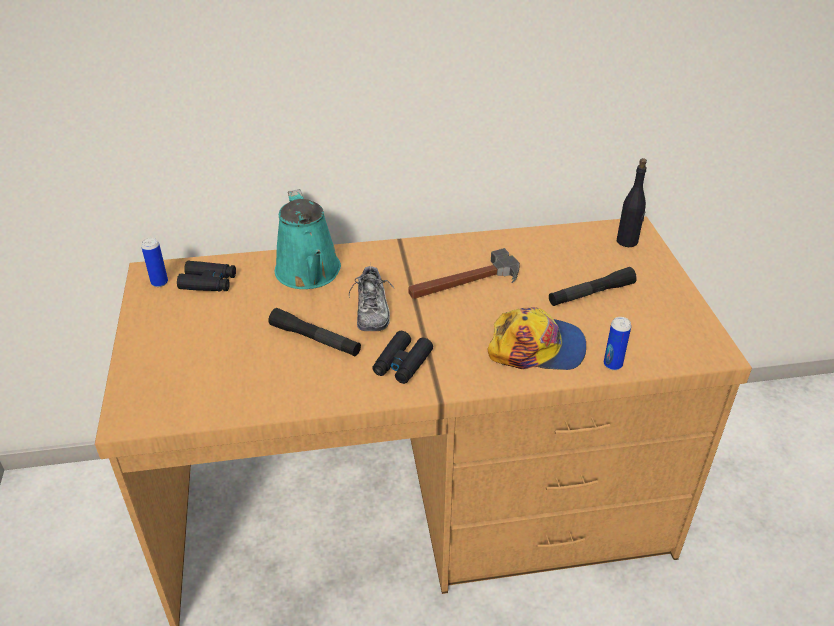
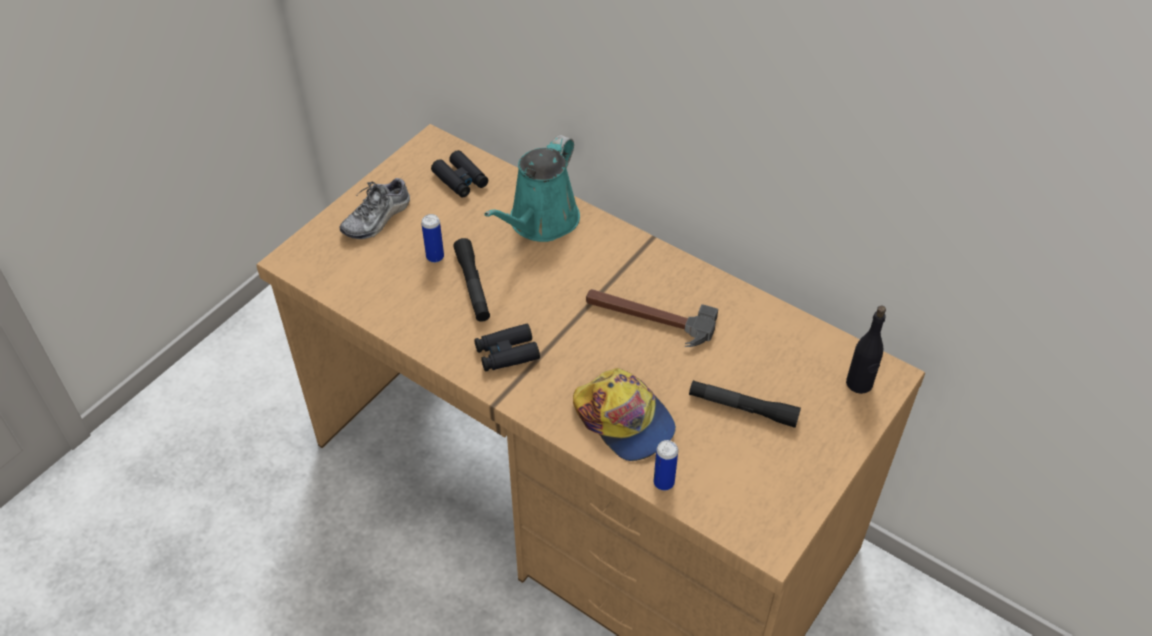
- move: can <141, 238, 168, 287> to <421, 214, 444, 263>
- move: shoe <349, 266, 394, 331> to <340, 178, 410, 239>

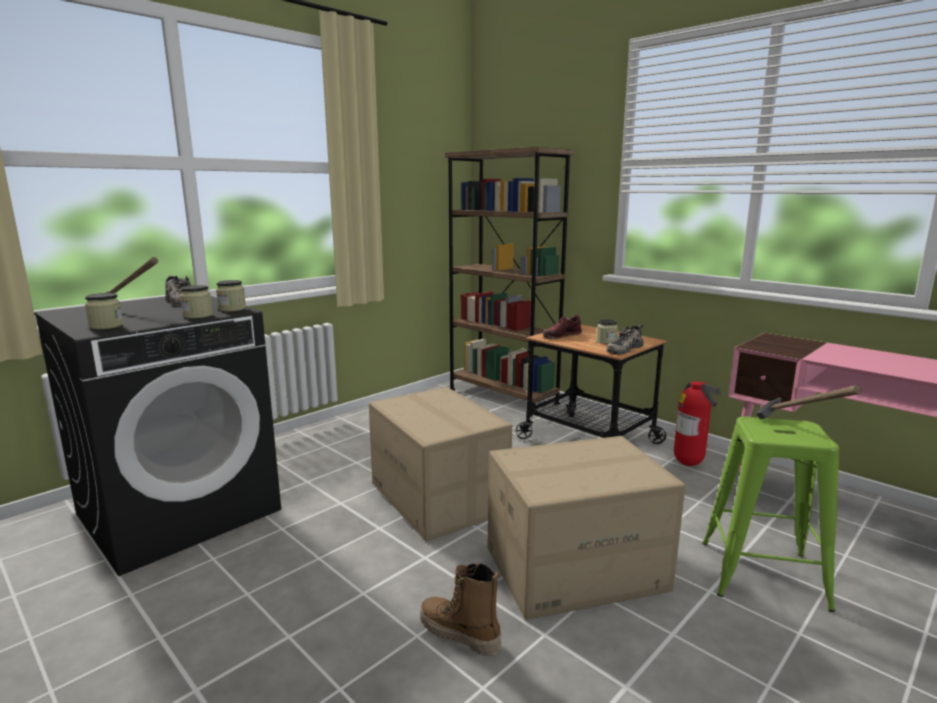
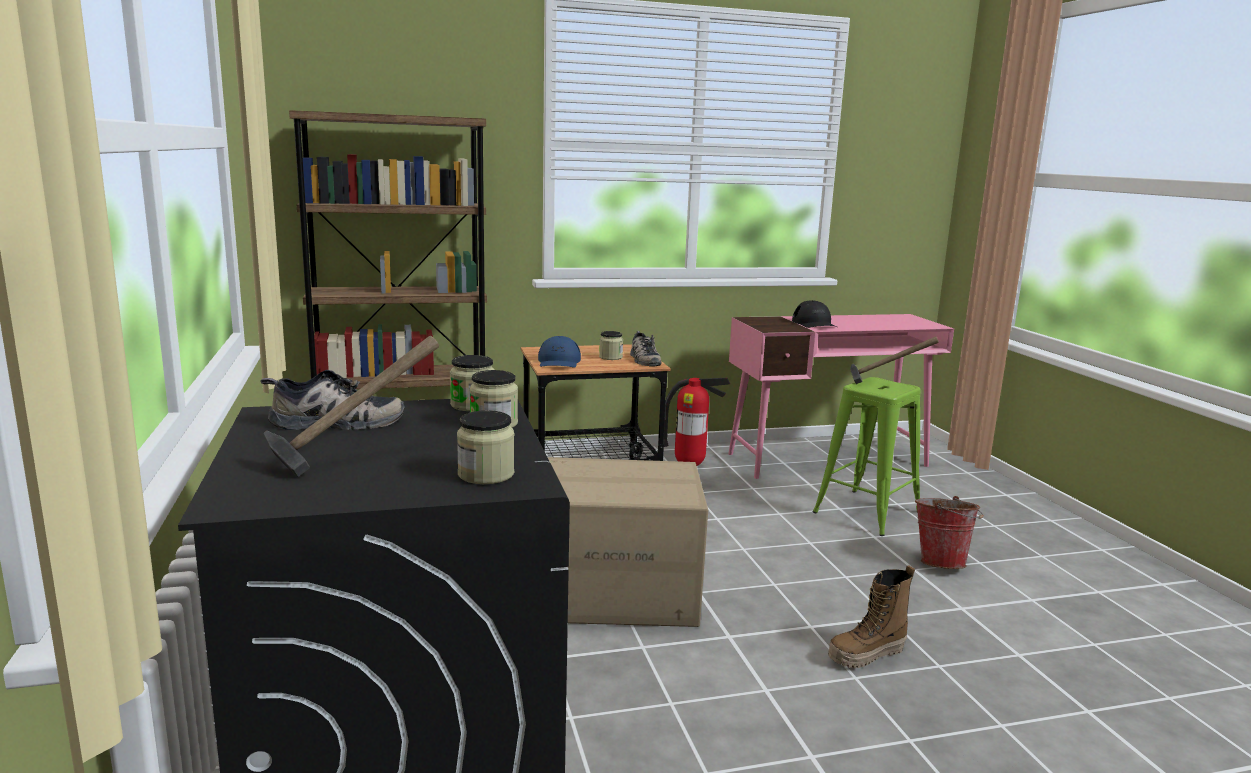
- delete: cardboard box <488, 436, 686, 620>
- insert: black cap <792, 300, 837, 328>
- insert: bucket <915, 496, 984, 569>
- replace: shoe <543, 314, 582, 339> to blue cap <538, 336, 581, 368>

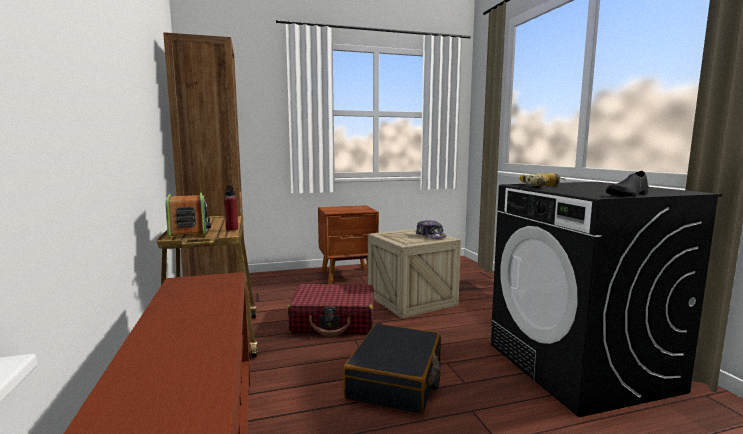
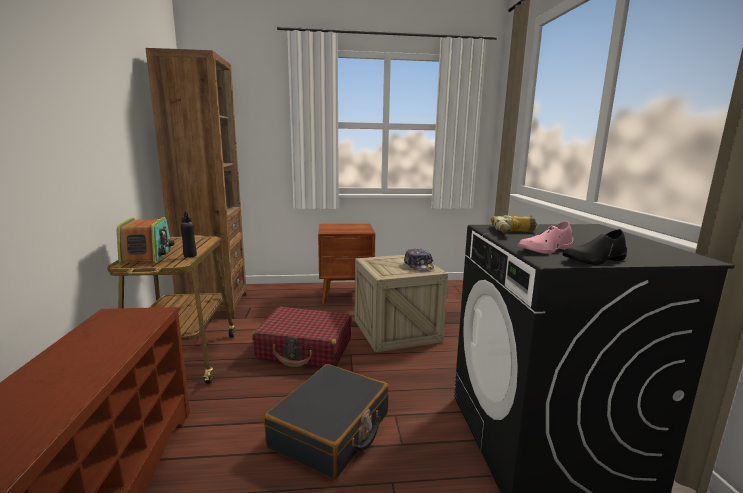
- insert: pink shoe <518, 221, 573, 254>
- recolor: red bottle <224, 185, 238, 231> to black bottle <180, 211, 197, 258>

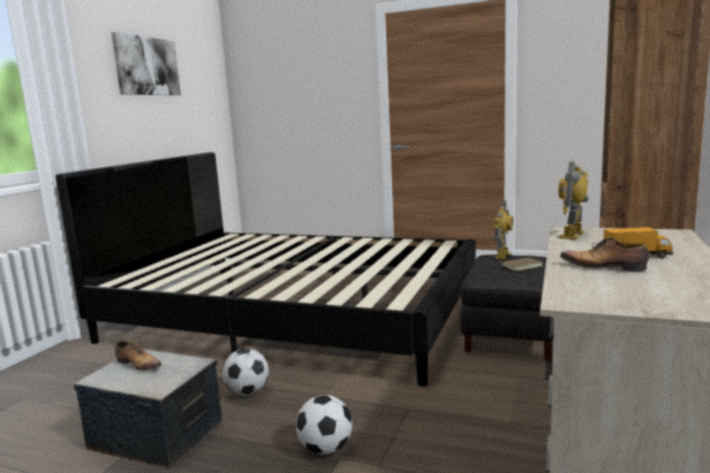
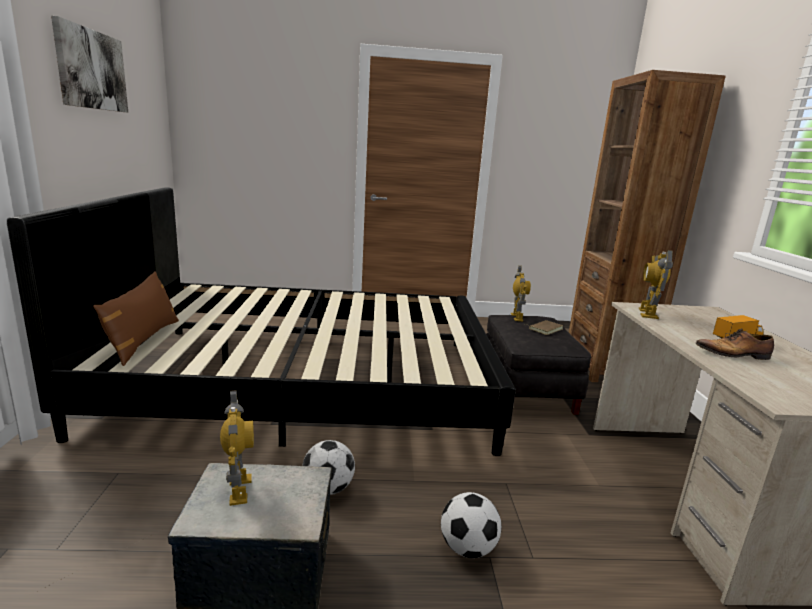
- insert: brown pillow <93, 271, 179, 366>
- replace: shoe <115, 341, 162, 371> to toy robot <220, 390, 254, 506>

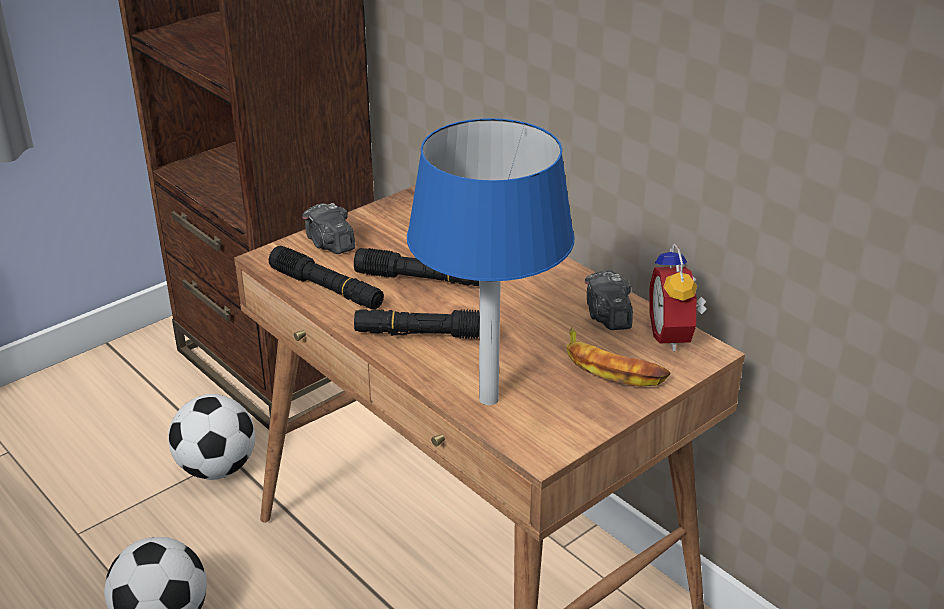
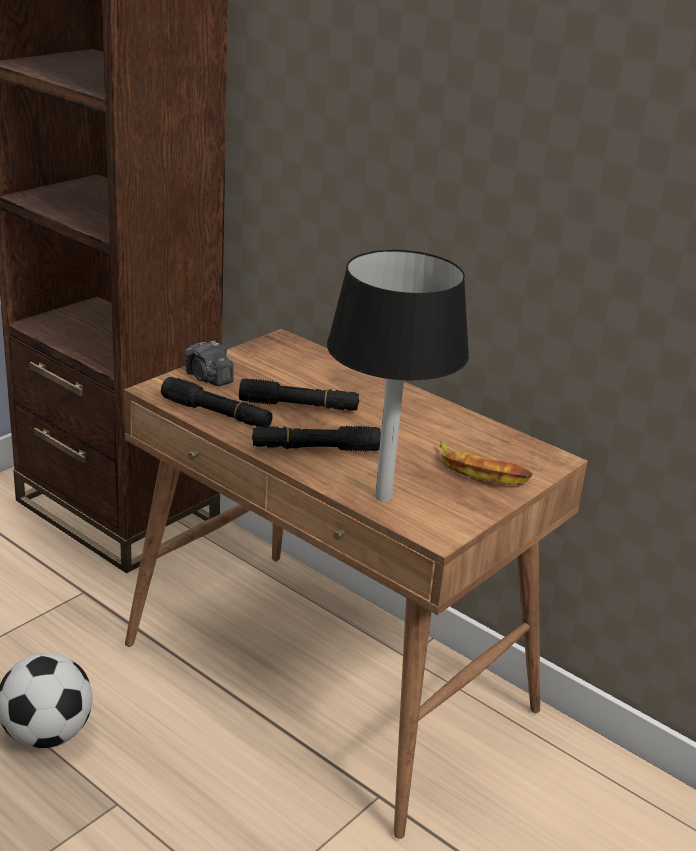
- delete: football <168, 394, 255, 480>
- delete: photo camera <585, 270, 633, 330>
- delete: alarm clock <649, 243, 707, 351>
- recolor: blue table lamp <407, 118, 575, 405> to black table lamp <327, 250, 469, 502>

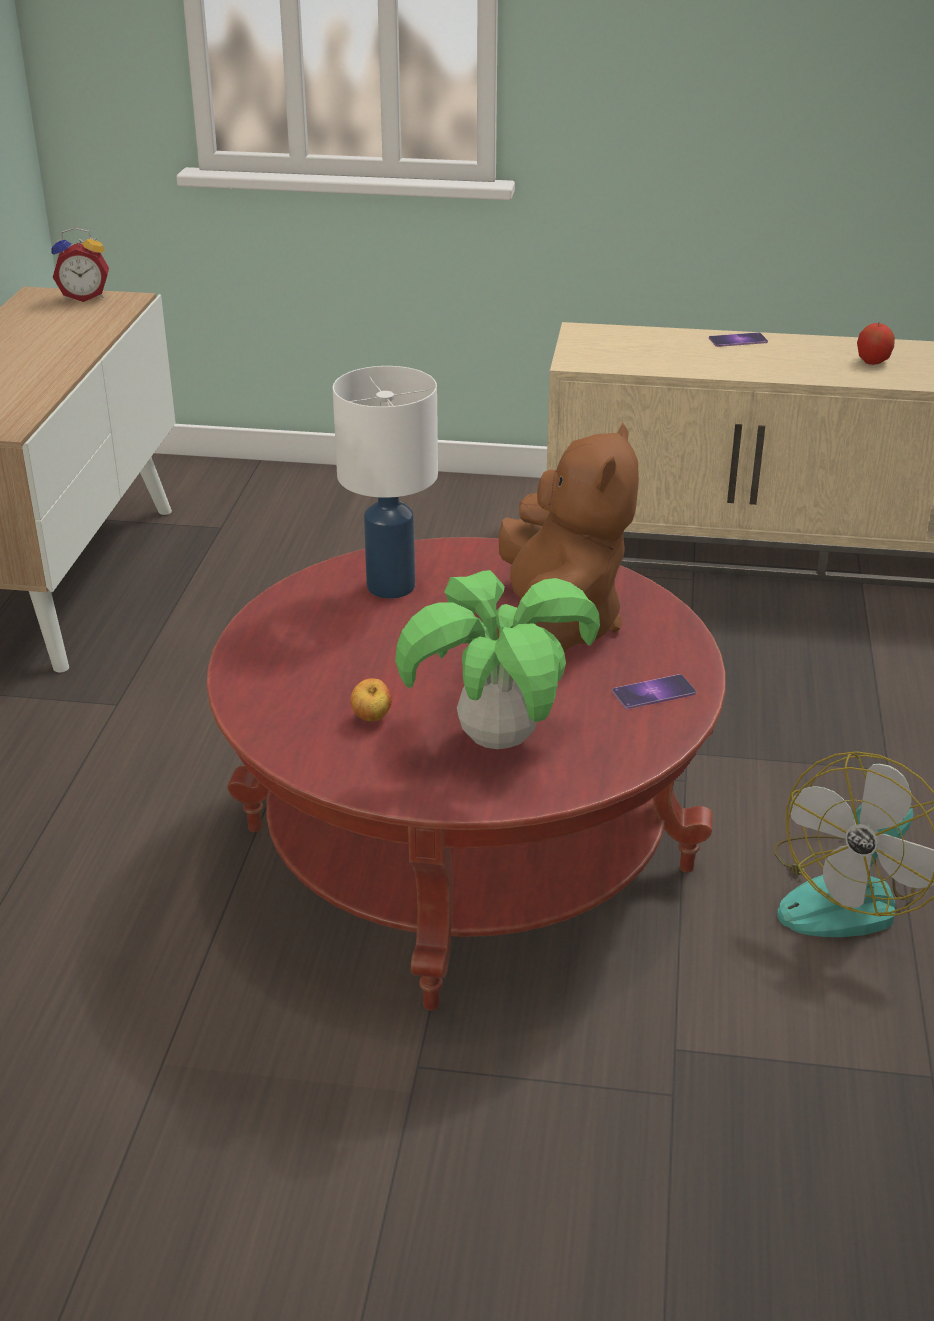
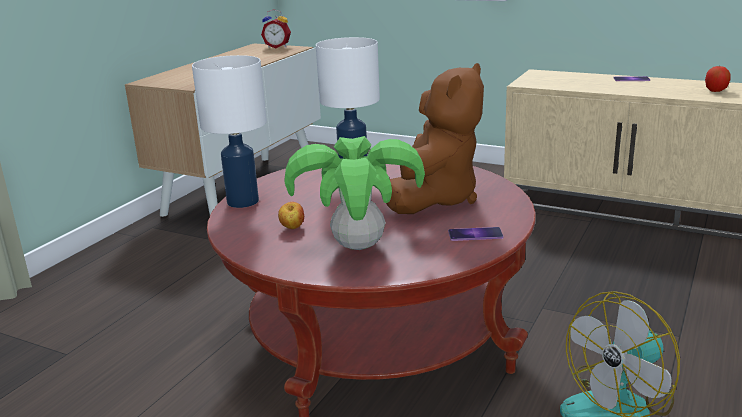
- insert: white table lamp <192, 55, 267, 208>

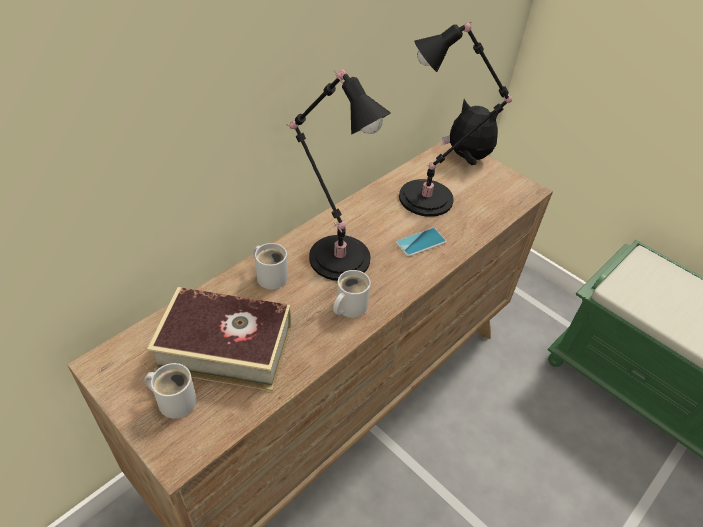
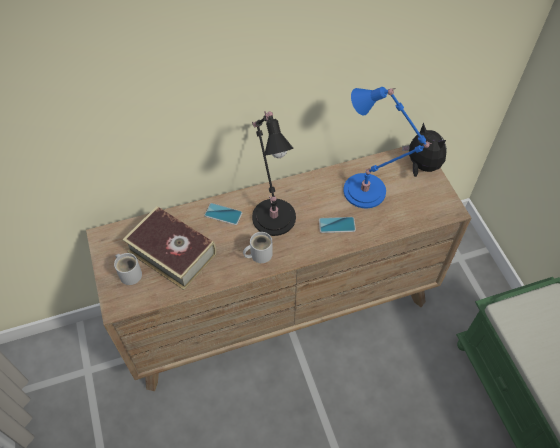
- replace: white mug <253, 243, 288, 289> to phone <204, 203, 242, 225>
- recolor: black table lamp <399, 22, 512, 217> to blue table lamp <343, 87, 431, 208>

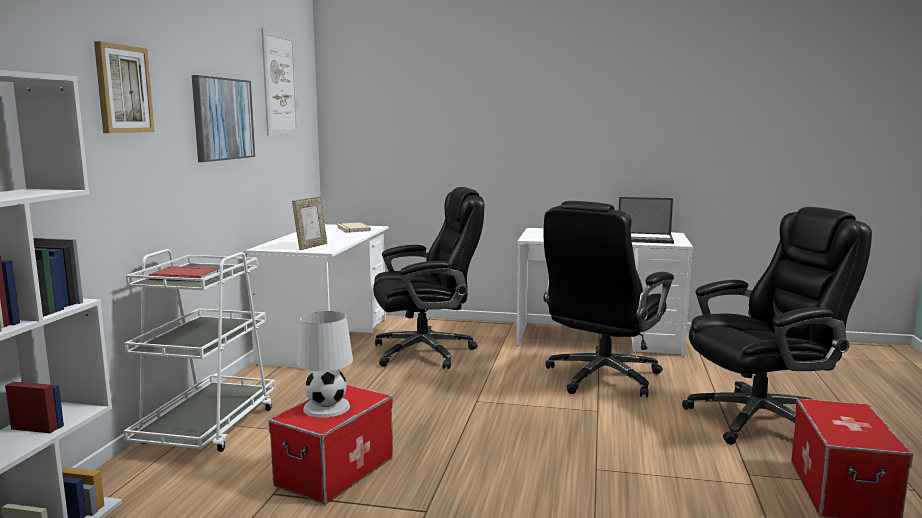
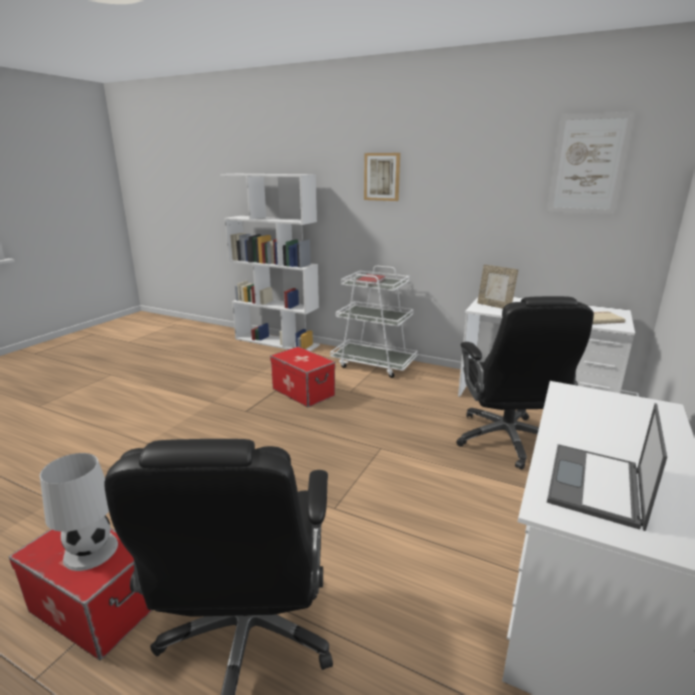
- delete: picture <192, 75, 255, 162>
- delete: black office chair <543, 201, 674, 397>
- move: white table lamp <297, 311, 353, 418> to <40, 453, 118, 571>

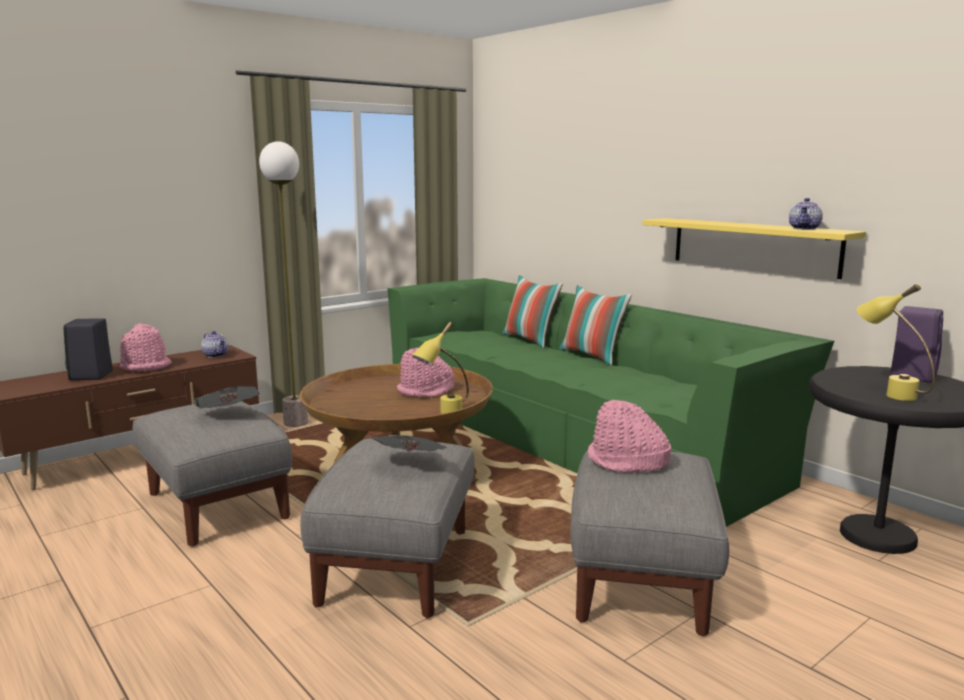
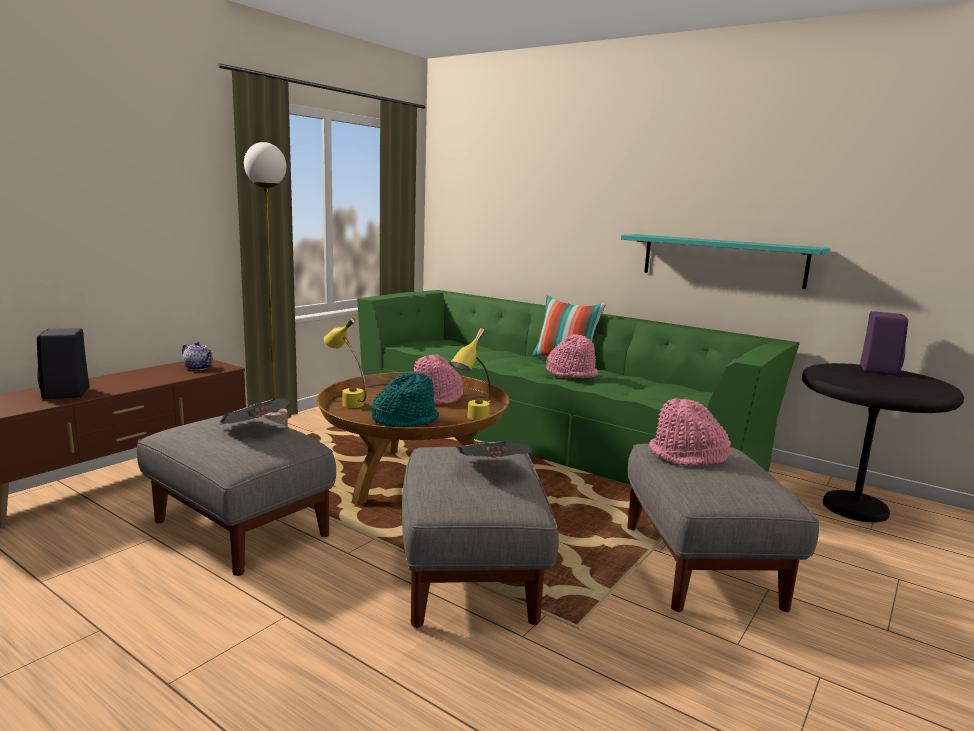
- delete: pillow <502, 275, 563, 348>
- delete: teapot <789, 198, 823, 230>
- insert: turquoise hat <371, 372, 439, 428>
- move: pink hat <120, 323, 172, 371> to <546, 334, 598, 378>
- move: yellow table lamp <857, 284, 935, 401> to <324, 318, 366, 408>
- recolor: yellow shelf <642, 218, 866, 279> to turquoise shelf <621, 234, 830, 289>

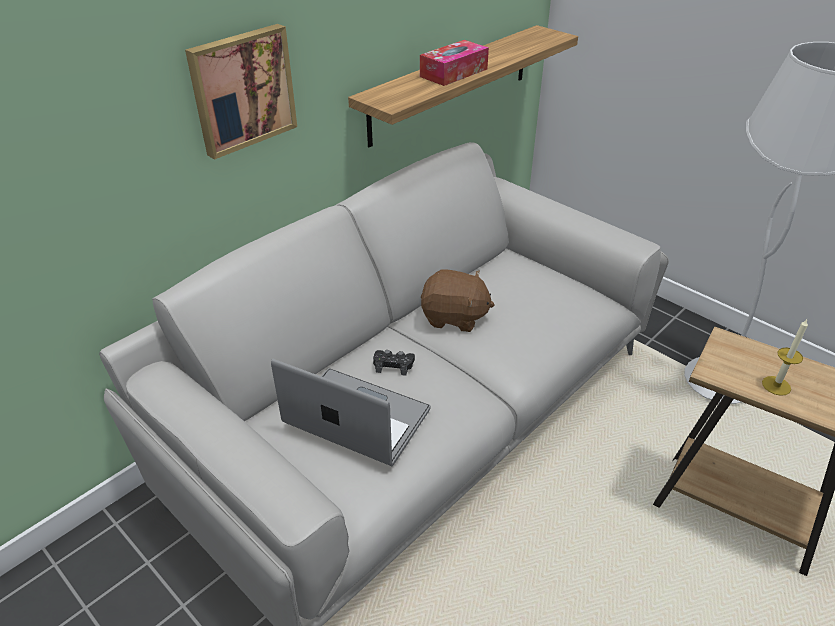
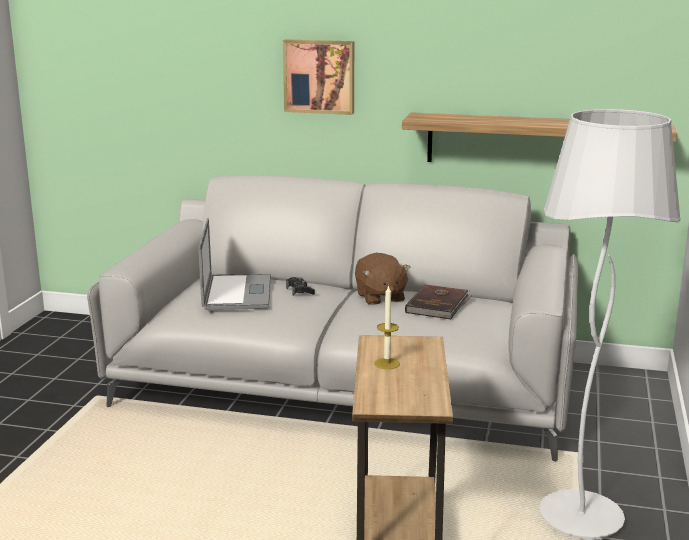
- delete: tissue box <420, 40, 489, 86>
- insert: brown book <405, 284, 472, 319>

